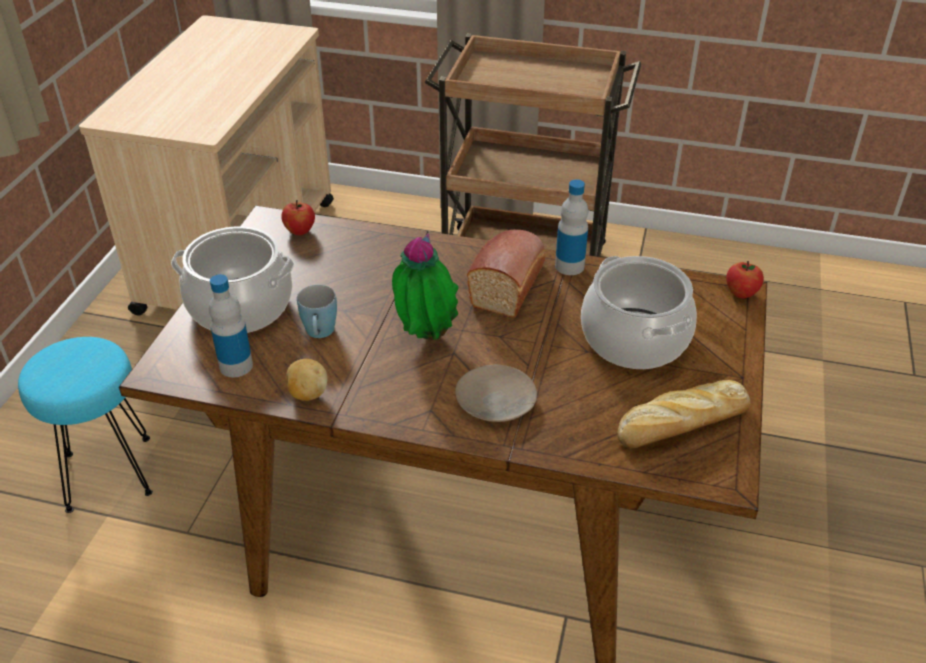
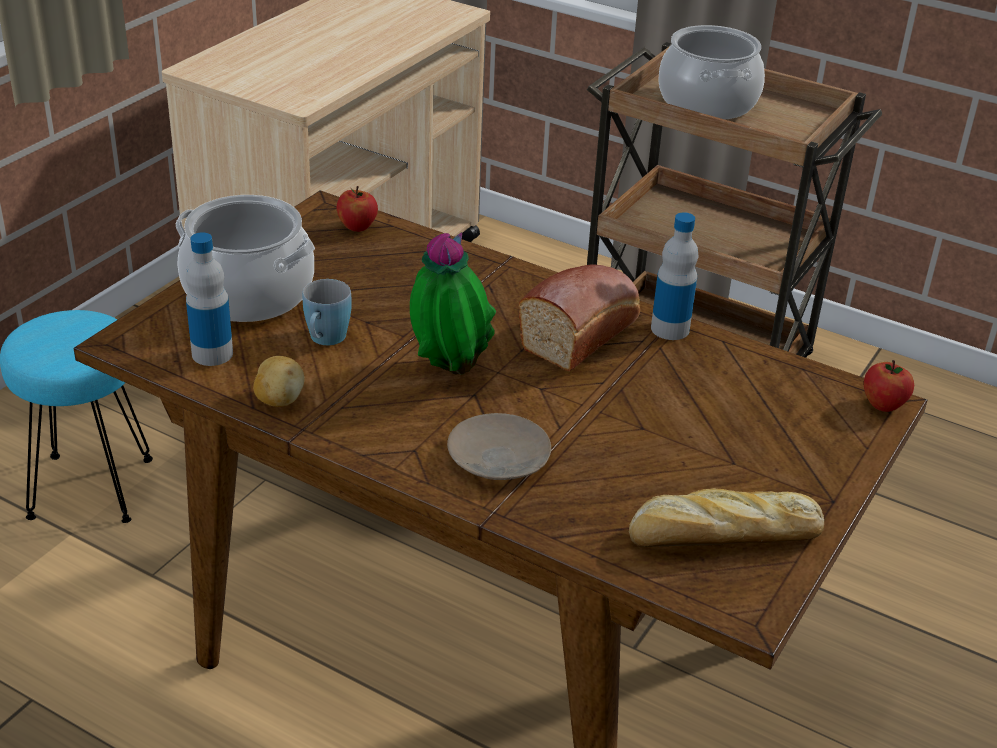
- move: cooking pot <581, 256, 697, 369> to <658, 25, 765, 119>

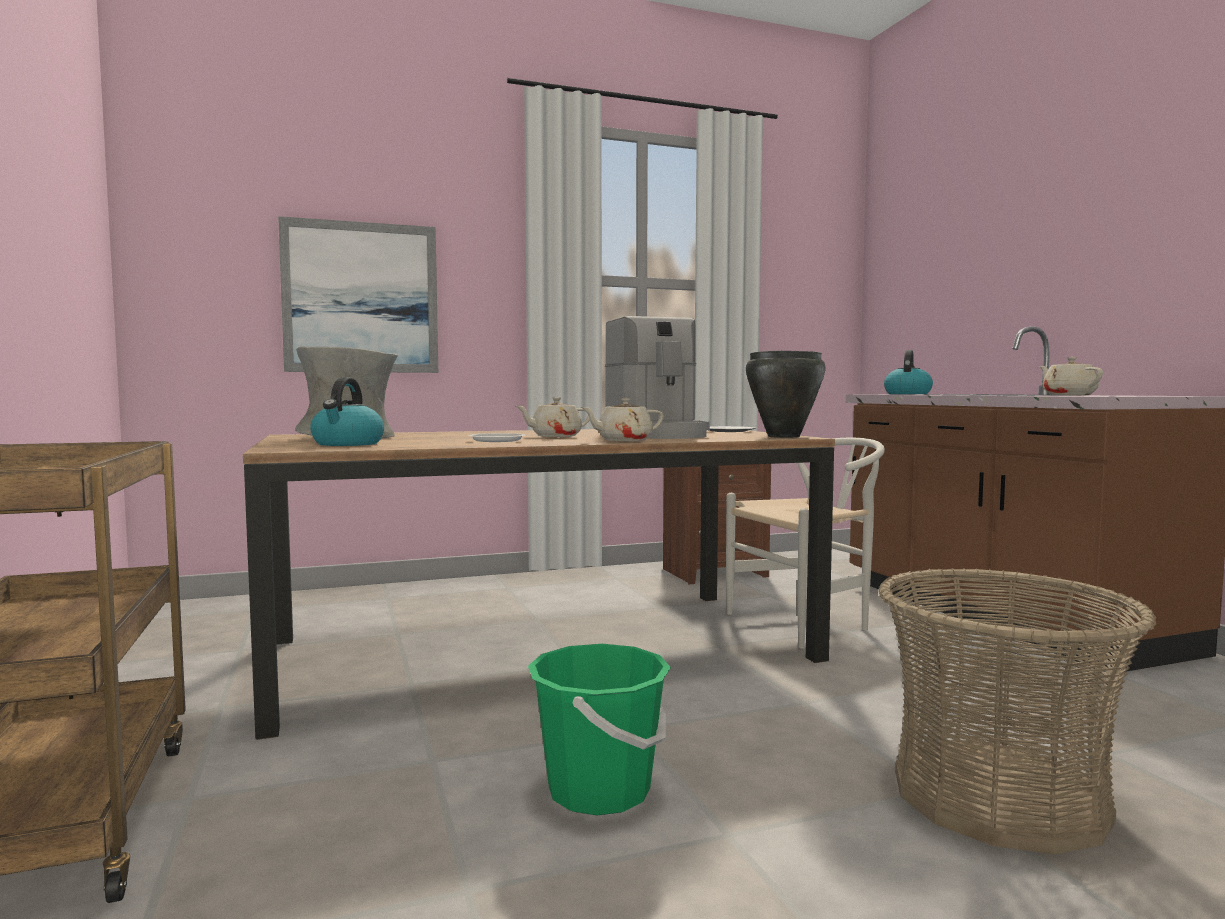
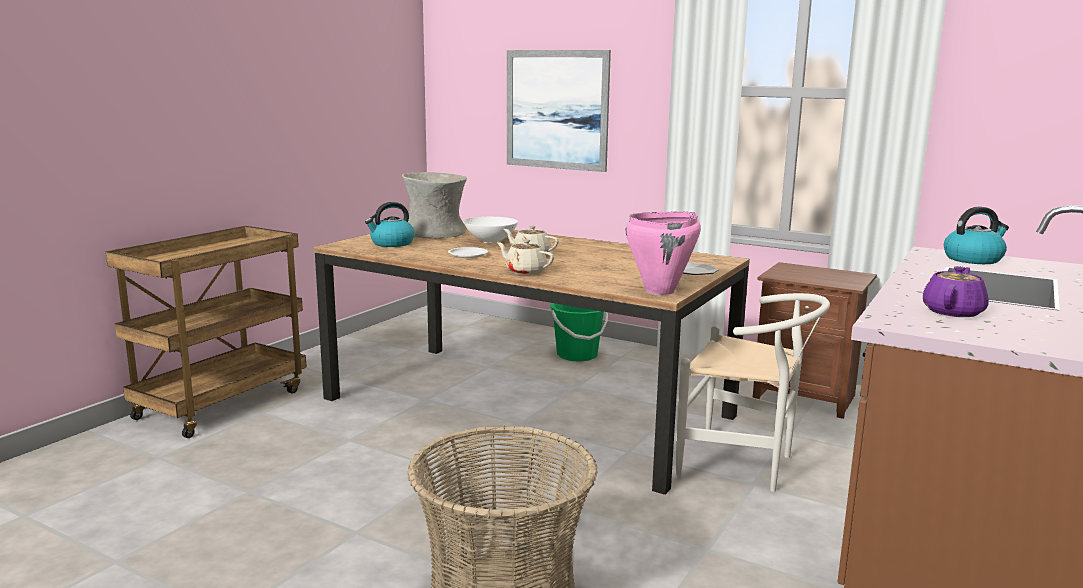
- delete: coffee machine <605, 316, 710, 439>
- insert: white bowl <464, 217, 518, 243>
- move: green bucket <528, 644, 671, 815> to <550, 303, 608, 362>
- recolor: black cooking pot <746, 350, 826, 438> to pink cooking pot <625, 212, 701, 295>
- recolor: beige teapot <1039, 357, 1103, 395> to purple teapot <923, 266, 989, 317>

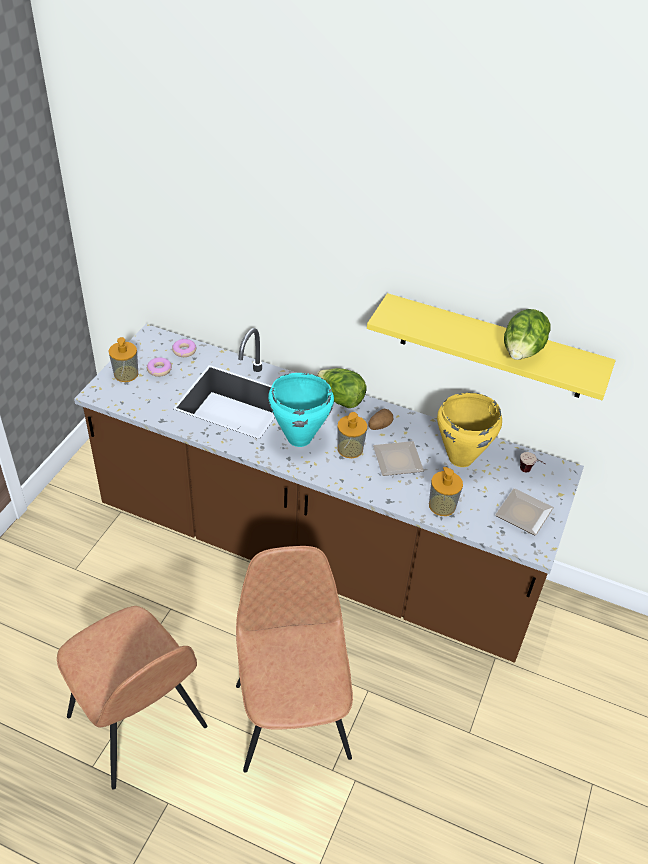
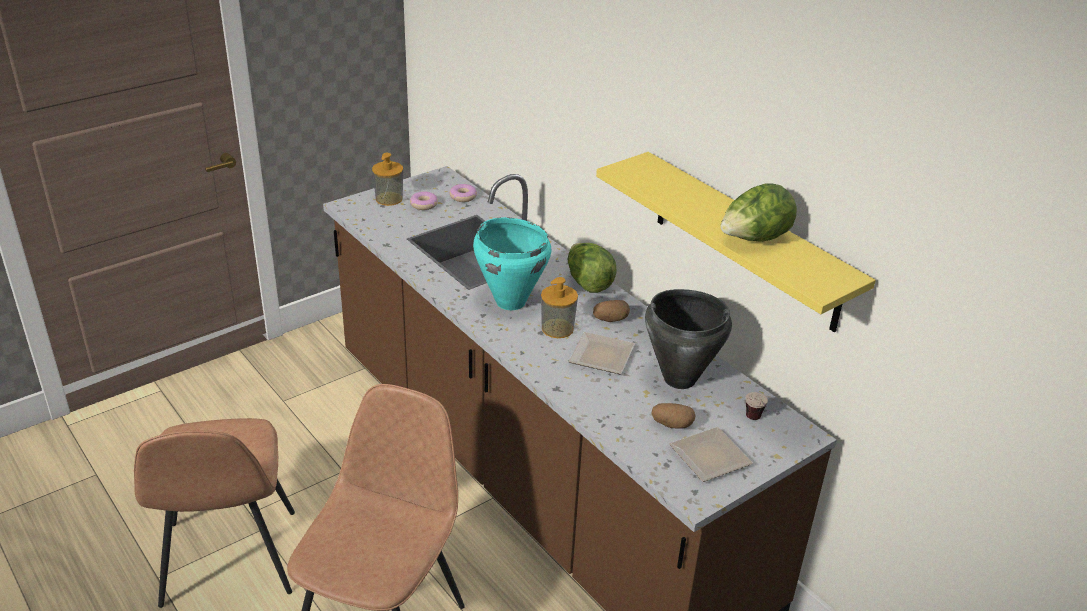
- delete: soap dispenser <429, 467, 463, 516>
- insert: potato <651, 403, 696, 429>
- recolor: yellow cooking pot <437, 393, 502, 467> to black cooking pot <645, 289, 732, 389>

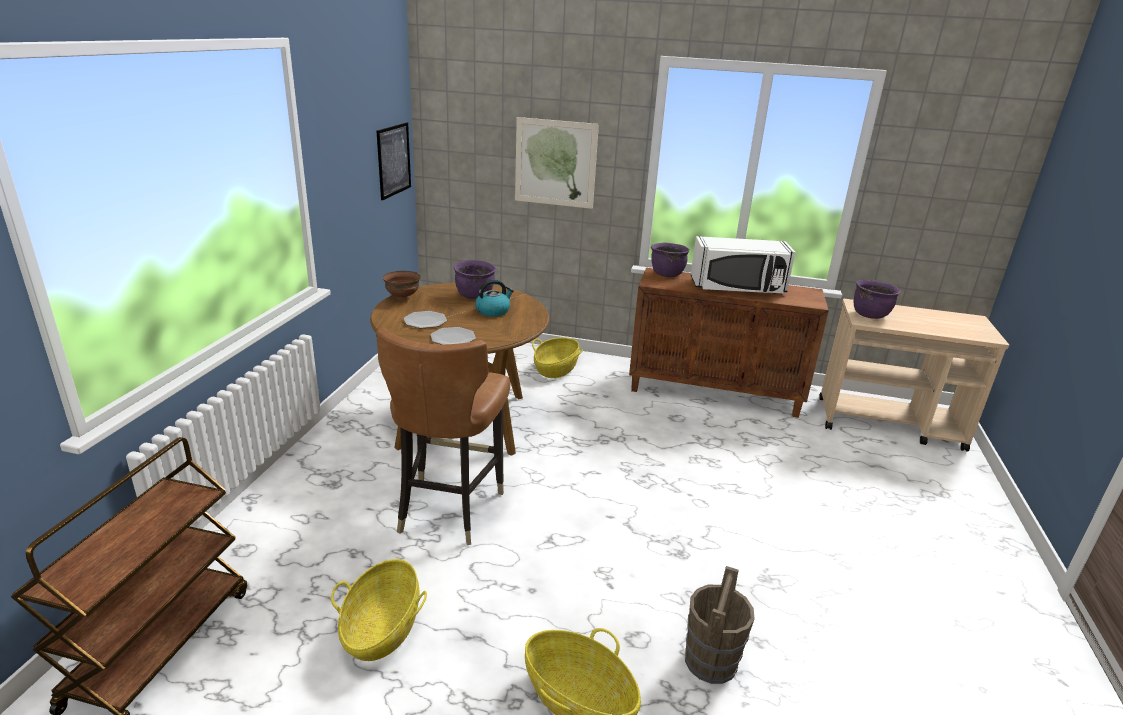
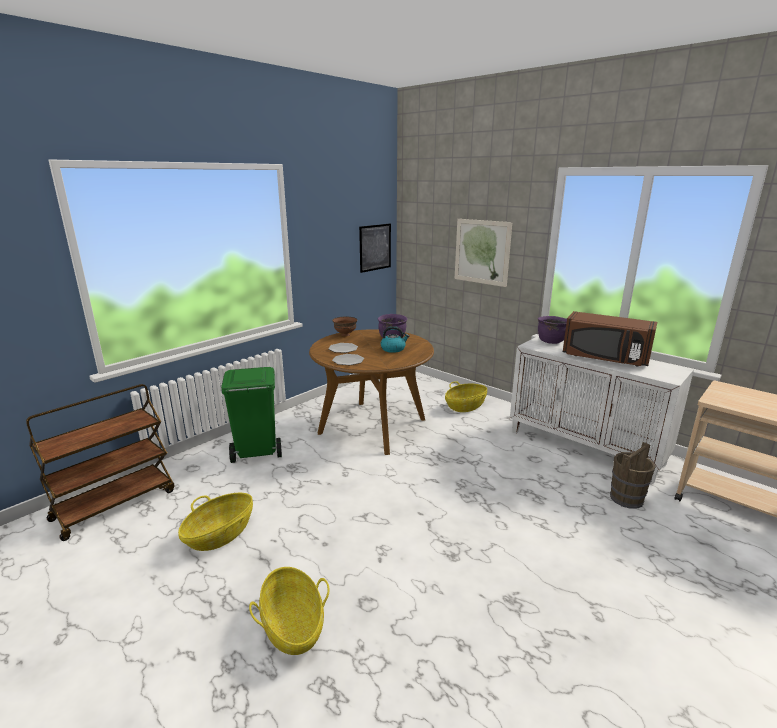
- delete: brown chair <376, 328, 510, 545>
- delete: purple cooking pot <854, 280, 901, 319>
- insert: green trash can <221, 367, 282, 463>
- move: brown bucket <685, 566, 755, 684> to <610, 442, 656, 509>
- recolor: brown cabinet <629, 268, 829, 418> to white cabinet <510, 336, 694, 484>
- recolor: white microwave <691, 236, 795, 294> to brown microwave <563, 311, 657, 367>

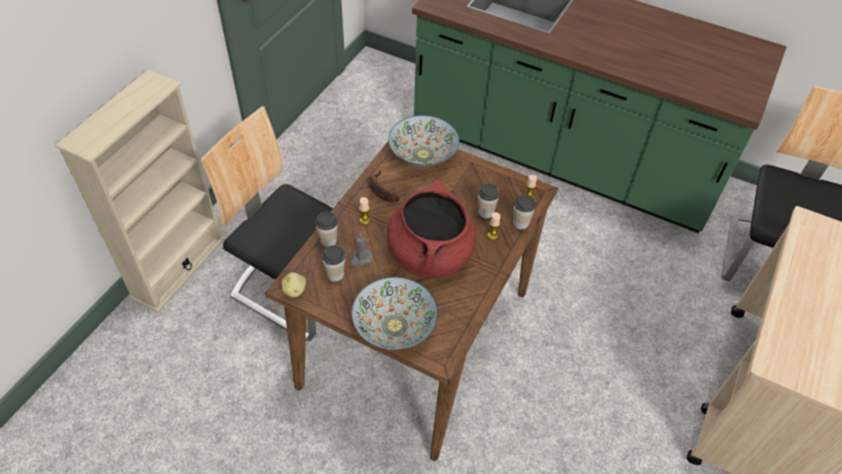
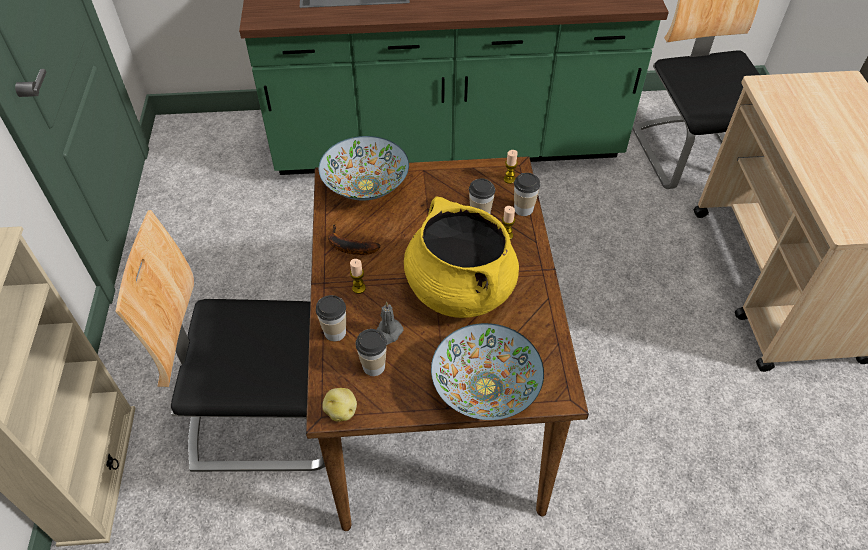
- recolor: red cooking pot <387, 180, 476, 278> to yellow cooking pot <404, 196, 519, 318>

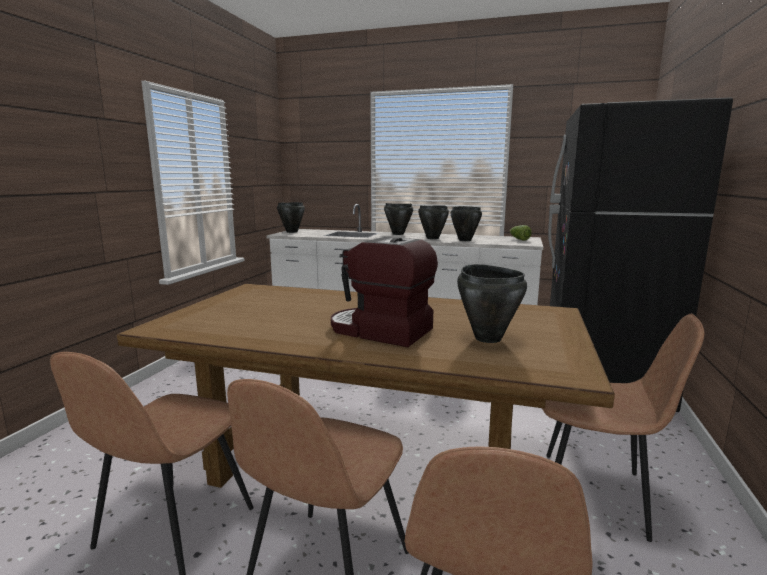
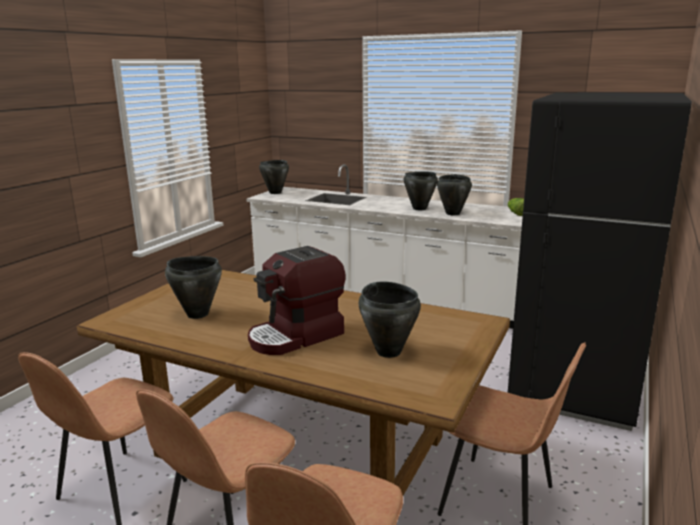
- move: black cooking pot <384, 203, 413, 235> to <165, 256, 222, 319>
- rotate: coffee machine <331, 237, 438, 347> = <248, 246, 346, 355> 75 degrees counterclockwise

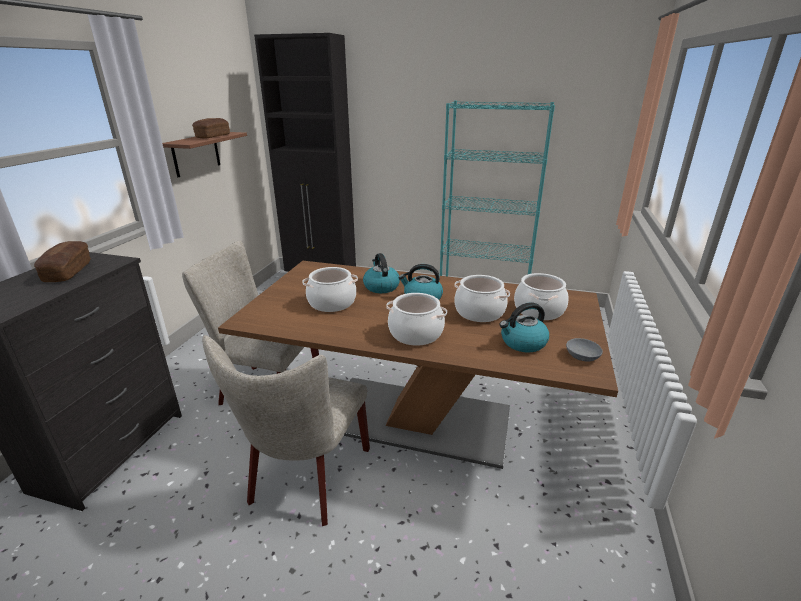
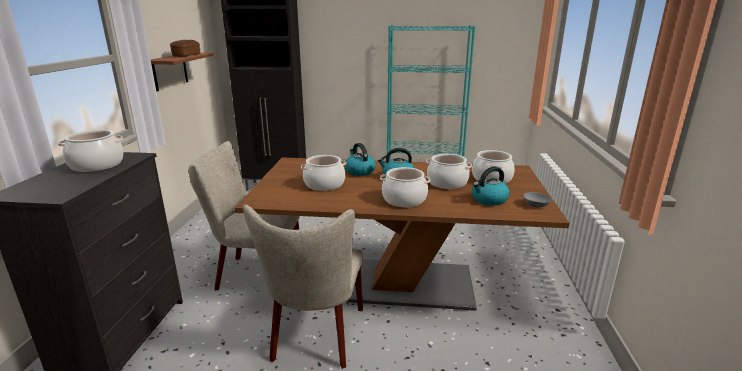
- replace: bread <34, 241, 91, 282> to cooking pot <58, 130, 123, 172>

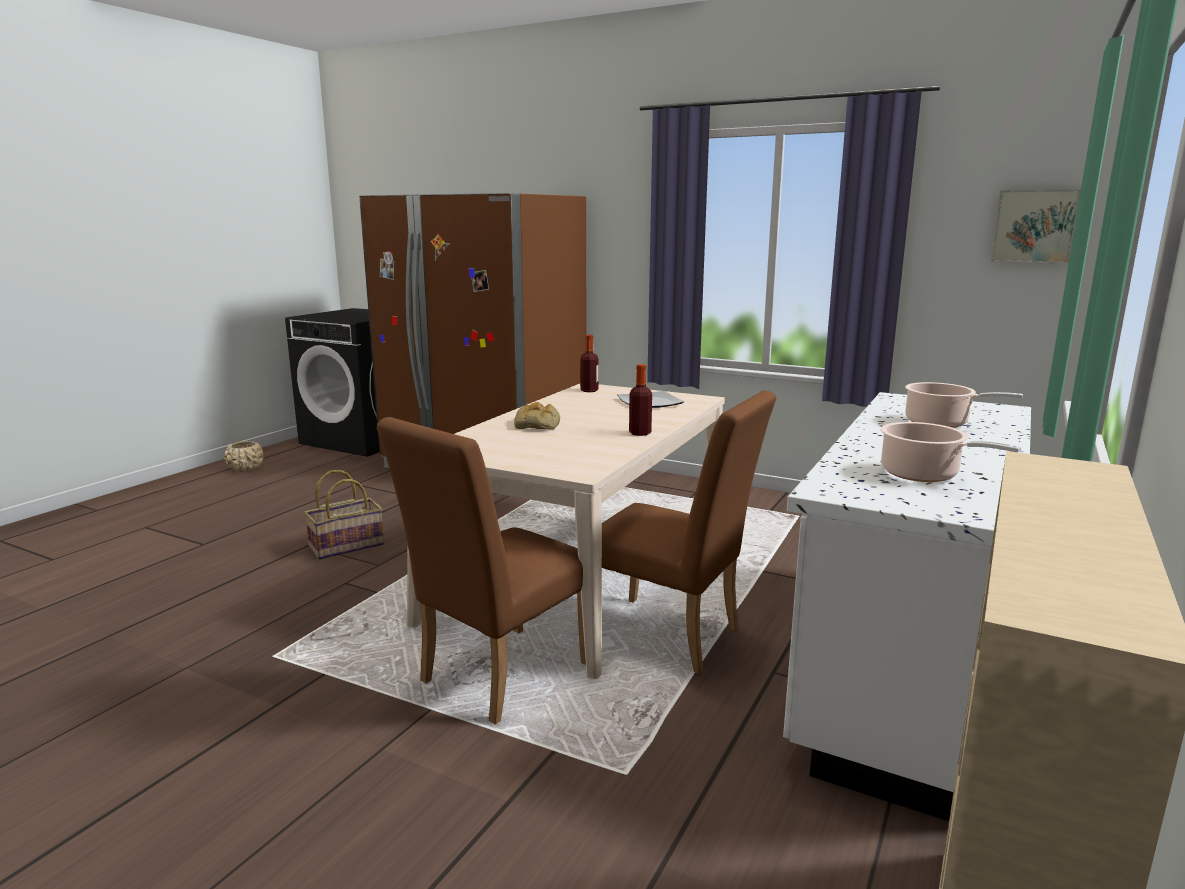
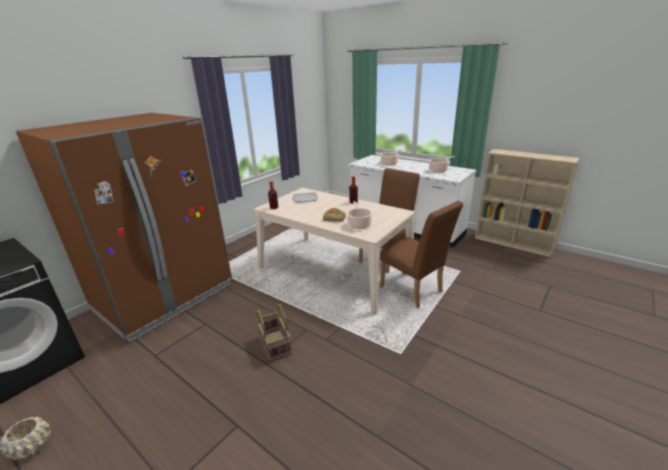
- delete: picture <991, 189, 1081, 264>
- insert: cooking pot <347, 201, 373, 229>

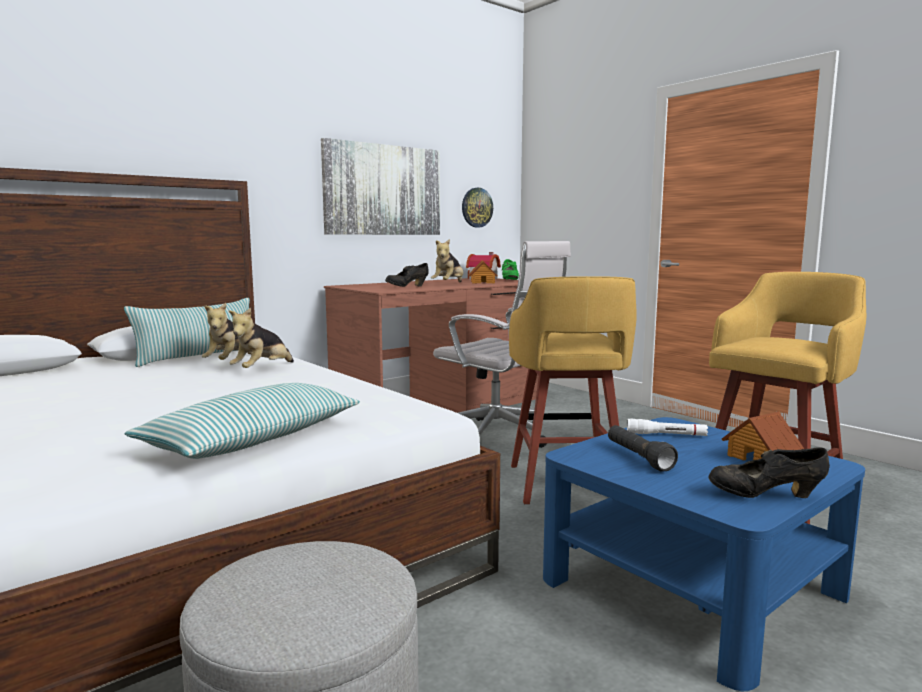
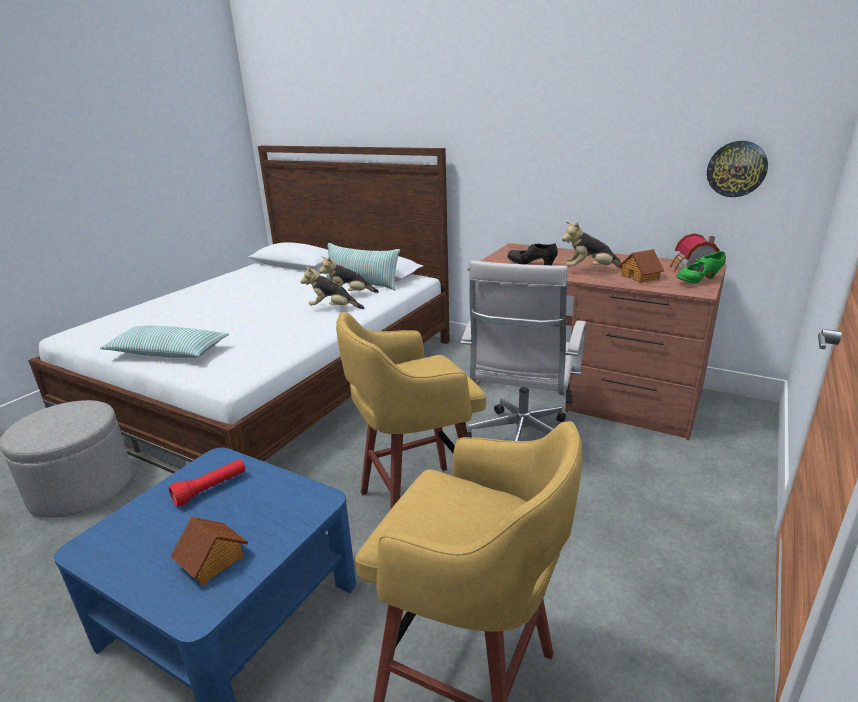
- delete: picture <321, 138, 440, 235>
- delete: white flashlight <627, 418, 708, 436>
- delete: black shoe <708, 447, 830, 498>
- recolor: black flashlight <608, 425, 678, 472> to red flashlight <169, 459, 245, 507>

